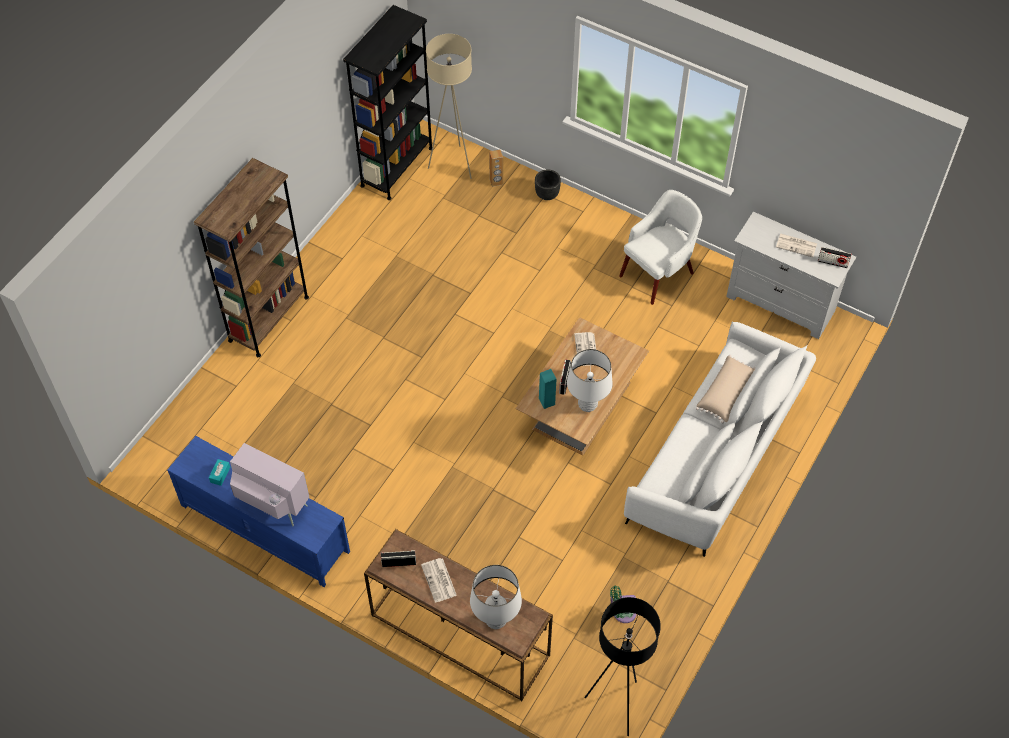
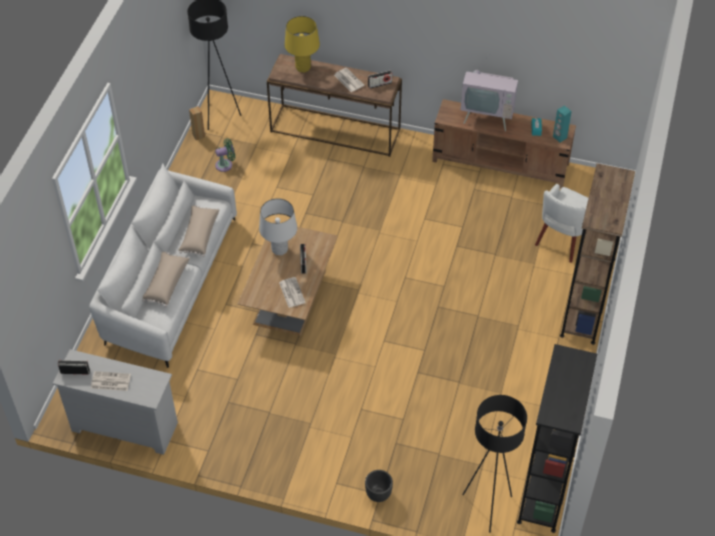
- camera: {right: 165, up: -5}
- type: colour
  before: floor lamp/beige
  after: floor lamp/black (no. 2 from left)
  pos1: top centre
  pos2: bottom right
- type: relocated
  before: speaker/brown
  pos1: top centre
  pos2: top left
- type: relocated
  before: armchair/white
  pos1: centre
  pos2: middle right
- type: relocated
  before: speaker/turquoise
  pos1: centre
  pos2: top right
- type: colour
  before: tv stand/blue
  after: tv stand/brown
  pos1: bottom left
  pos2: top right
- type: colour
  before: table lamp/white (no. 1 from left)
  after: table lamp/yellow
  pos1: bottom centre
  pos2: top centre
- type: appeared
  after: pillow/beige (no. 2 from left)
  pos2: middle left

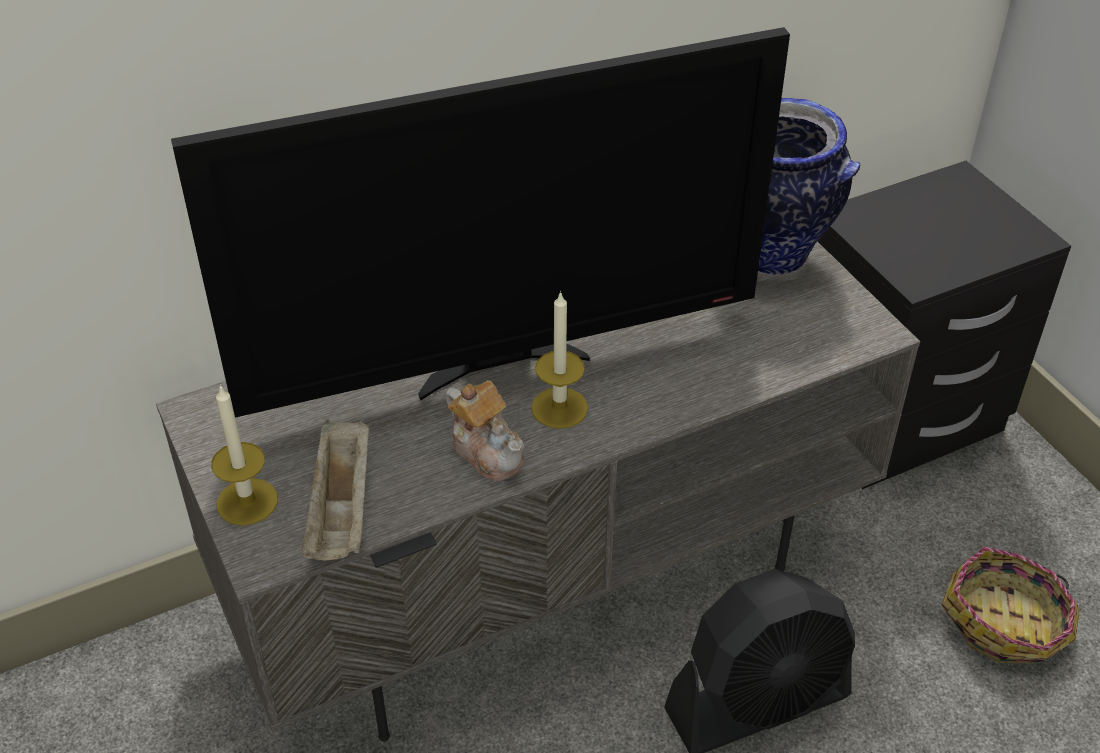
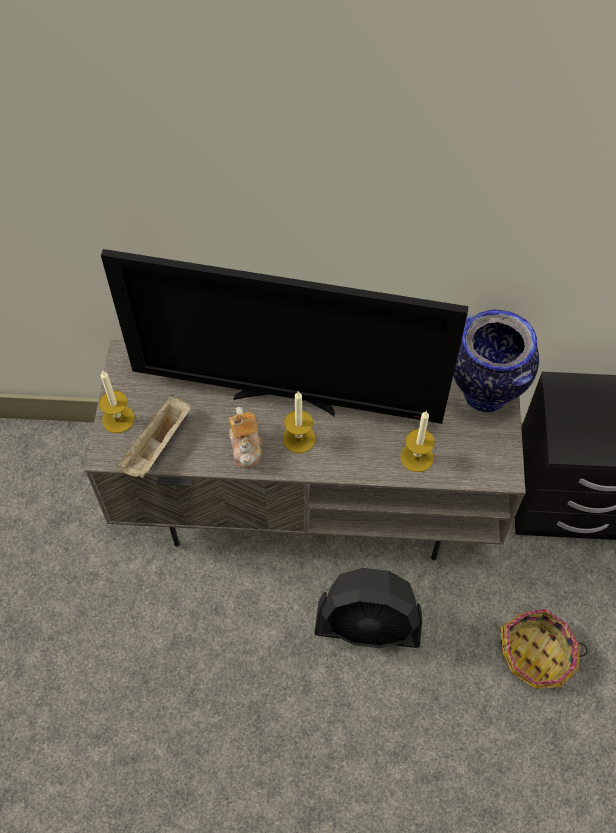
- camera: {right: 30, up: 15}
- type: appeared
  after: candle (no. 3 from left)
  pos2: middle right

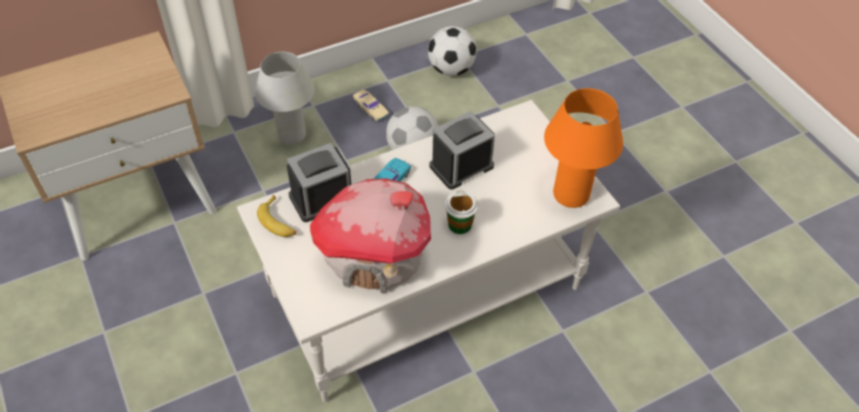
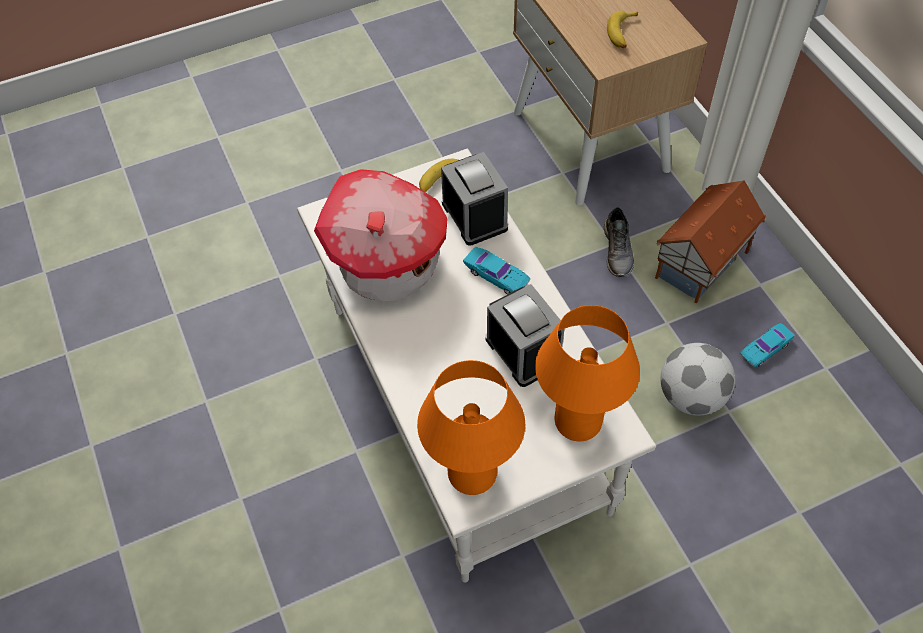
- camera: {right: 95, up: 5}
- type: missing
  before: football (no. 2 from left)
  pos1: top centre
- type: exchanged
  before: table lamp/white
  after: toy house (no. 2 from left)
  pos1: top left
  pos2: middle right
- type: colour
  before: toy car/beige
  after: toy car/turquoise (no. 2 from left)
  pos1: top centre
  pos2: middle right
- type: missing
  before: cup
  pos1: centre
- type: appeared
  after: banana (no. 2 from left)
  pos2: top right
- type: appeared
  after: shoe/grey
  pos2: middle right
- type: appeared
  after: table lamp/orange (no. 2 from left)
  pos2: centre

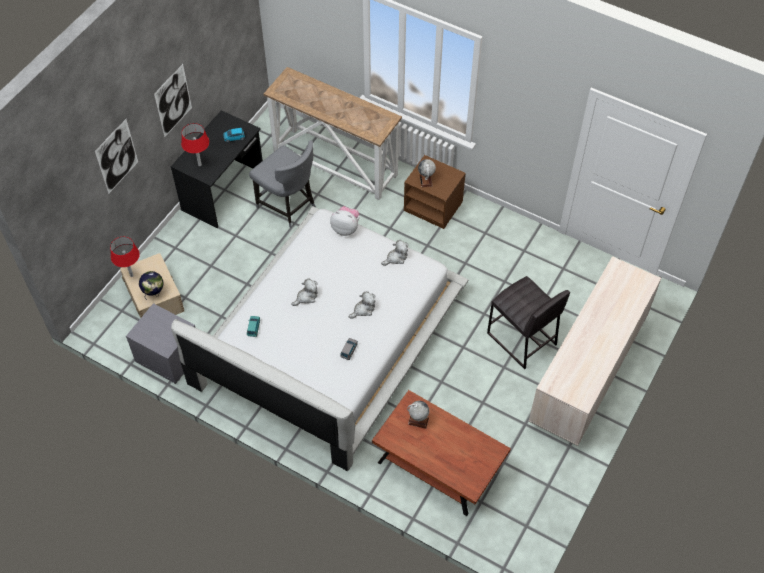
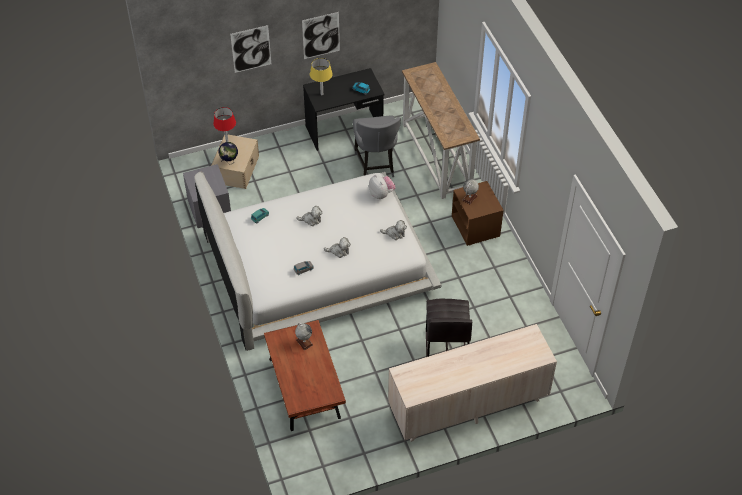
- camera: {right: 40, up: -5}
- type: colour
  before: table lamp/red (no. 2 from left)
  after: table lamp/yellow
  pos1: top left
  pos2: top centre

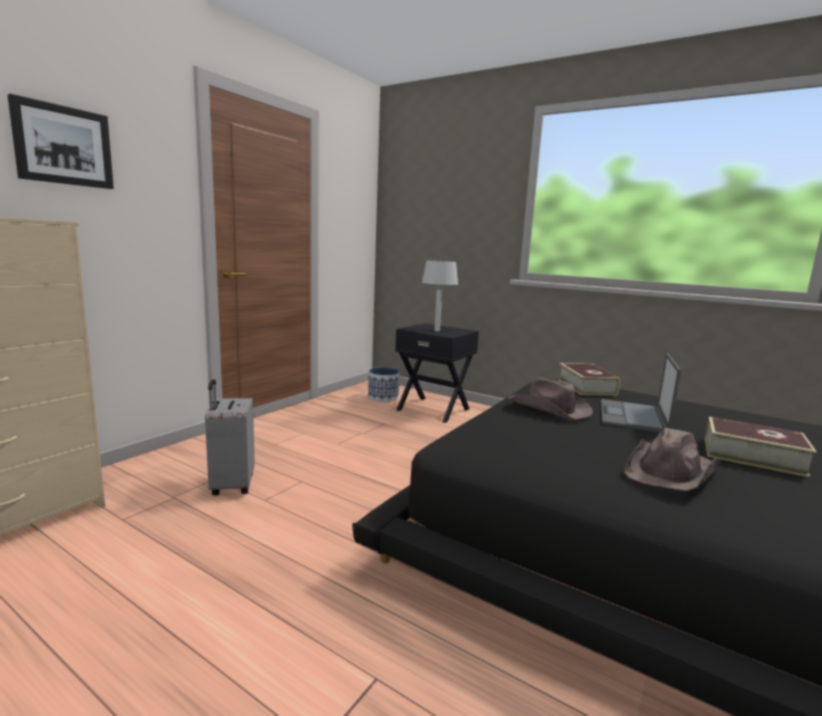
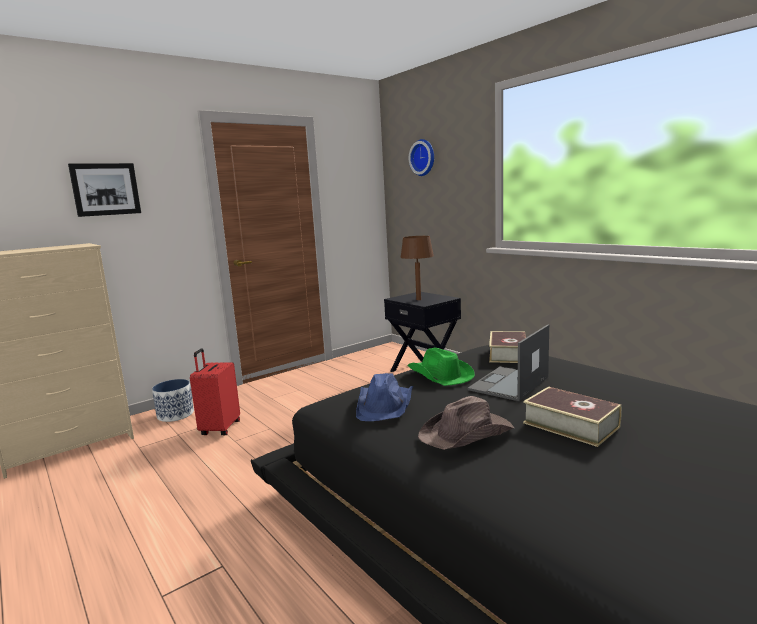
- camera: {right: 20, up: 0}
- type: colour
  before: table lamp/grey
  after: table lamp/brown
  pos1: centre
  pos2: centre
- type: relocated
  before: planter
  pos1: centre
  pos2: middle left
- type: colour
  before: hat/brown (no. 1 from left)
  after: hat/green
  pos1: middle right
  pos2: centre
- type: colour
  before: suitcase/grey
  after: suitcase/red
  pos1: middle left
  pos2: middle left
- type: appeared
  after: wall clock
  pos2: top centre
- type: appeared
  after: hat/blue
  pos2: centre

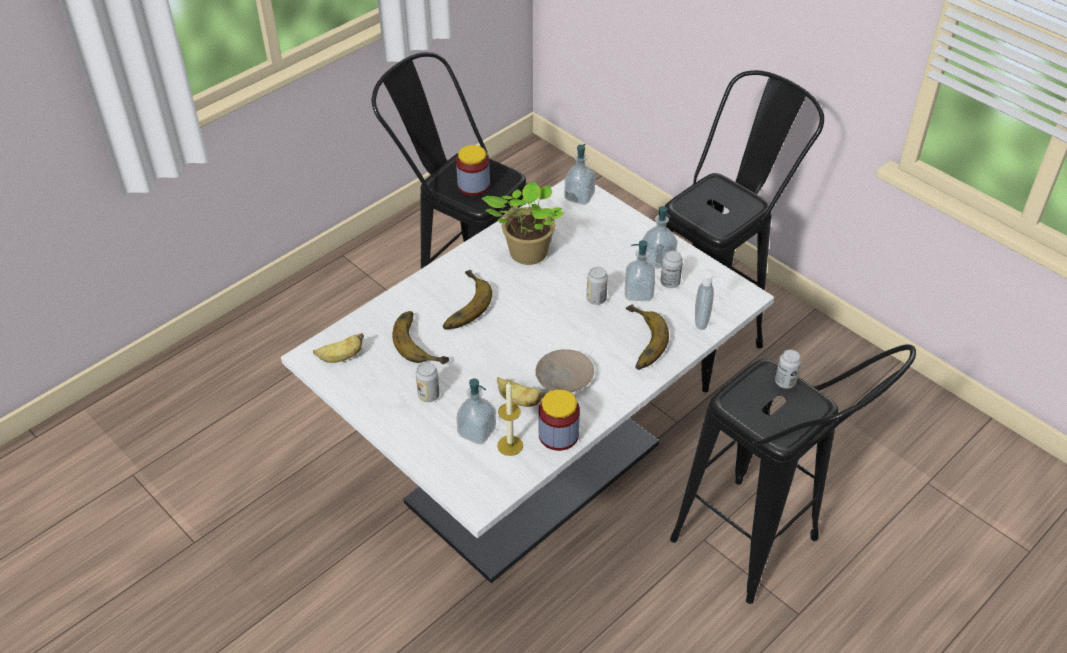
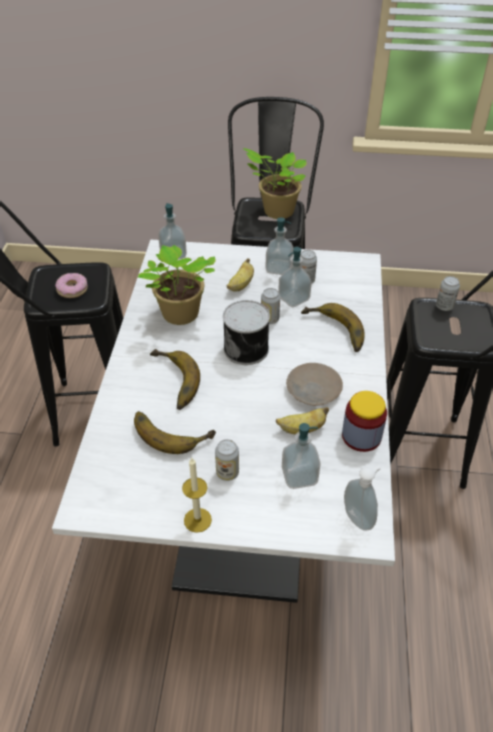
- camera: {right: -40, up: 0}
- type: exchanged
  before: jar (no. 1 from left)
  after: donut
  pos1: top centre
  pos2: middle left
- type: relocated
  before: soap dispenser (no. 5 from left)
  pos1: centre
  pos2: bottom right
- type: relocated
  before: banana (no. 1 from left in the first image)
  after: banana (no. 3 from left)
  pos1: middle left
  pos2: centre
- type: relocated
  before: candle
  pos1: centre
  pos2: bottom centre
- type: appeared
  after: potted plant (no. 2 from left)
  pos2: top centre
- type: appeared
  after: can (no. 2 from left)
  pos2: centre

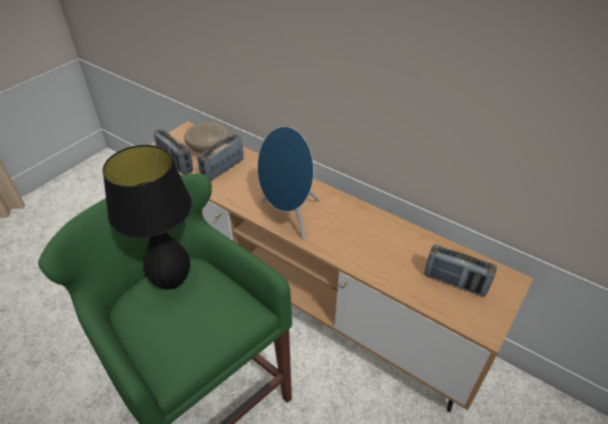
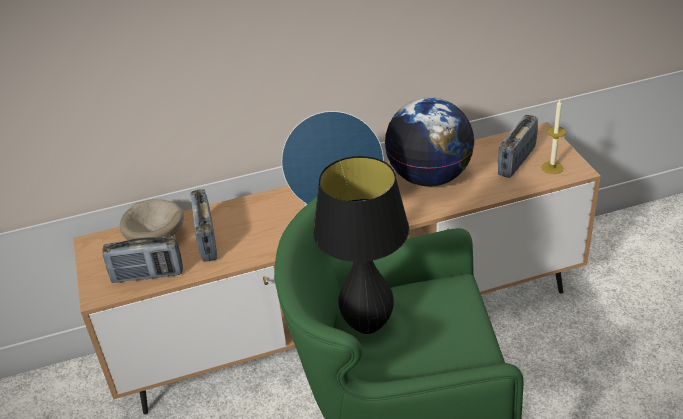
- camera: {right: -50, up: -5}
- type: spun
  before: radio (no. 3 from left)
  pos1: middle right
  pos2: middle right
  turn: 150
- type: appeared
  after: globe
  pos2: centre
- type: appeared
  after: candle
  pos2: top right

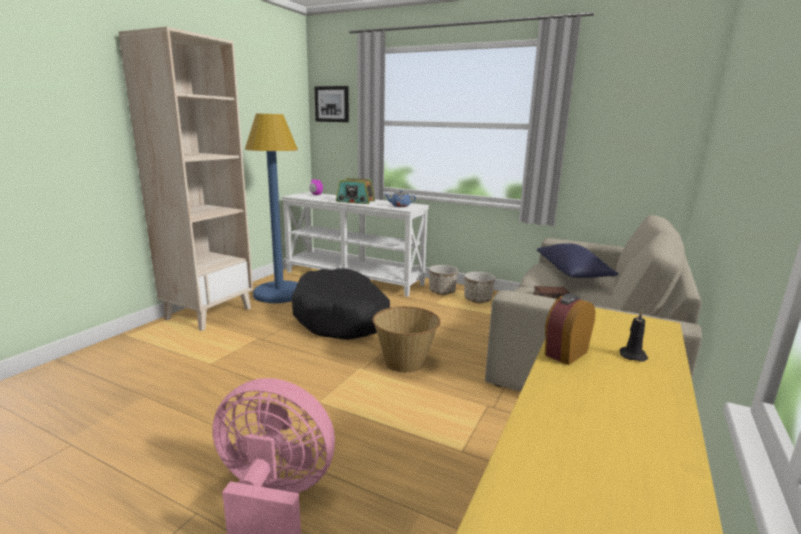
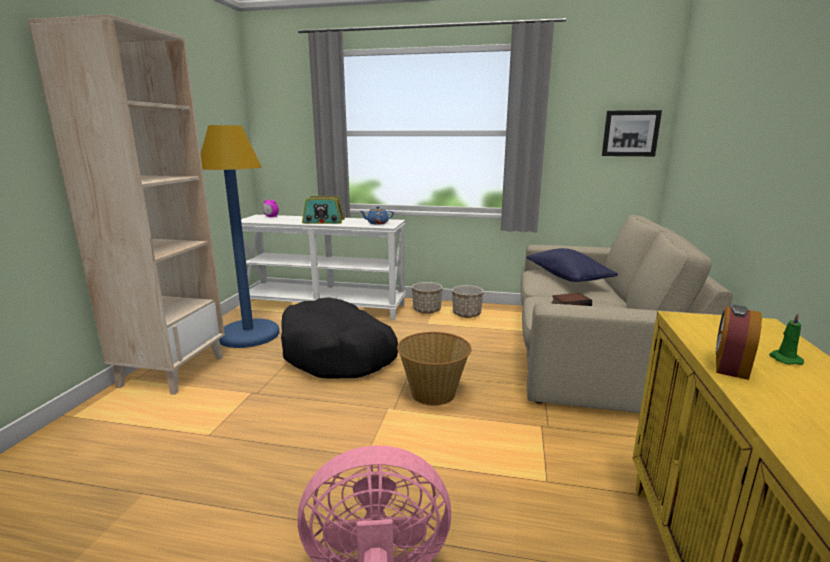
- camera: {right: -15, up: 0}
- type: relocated
  before: picture
  pos1: top centre
  pos2: top right
- type: colour
  before: candle/black
  after: candle/green
  pos1: middle right
  pos2: middle right

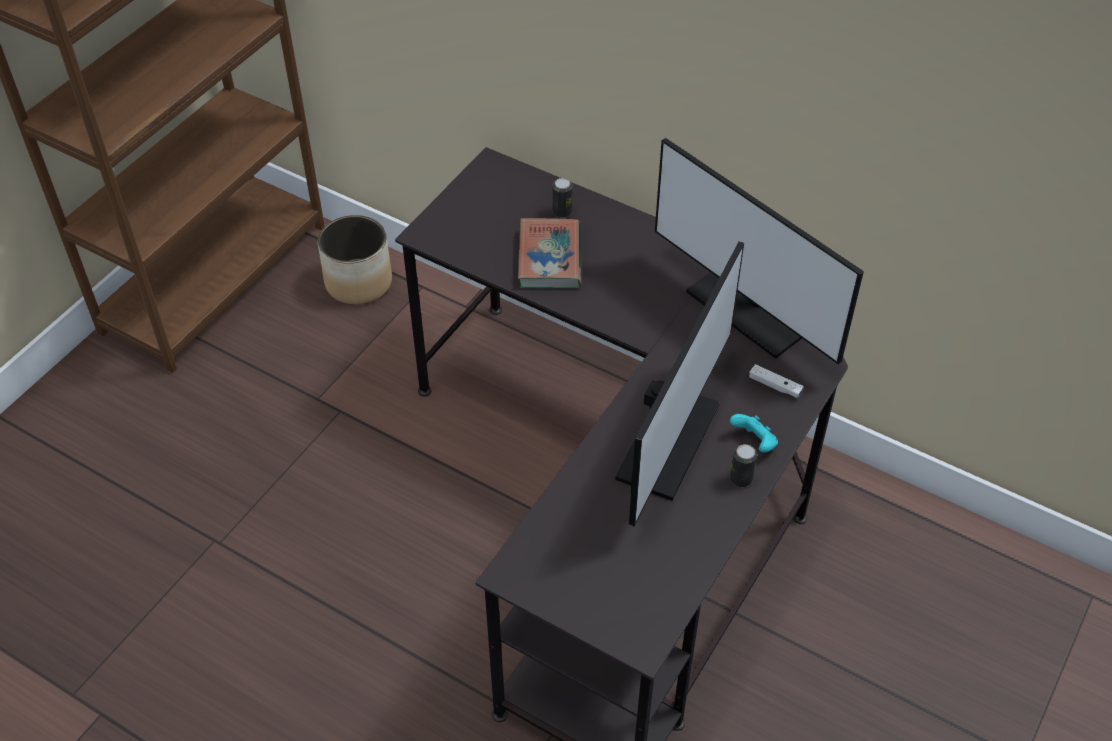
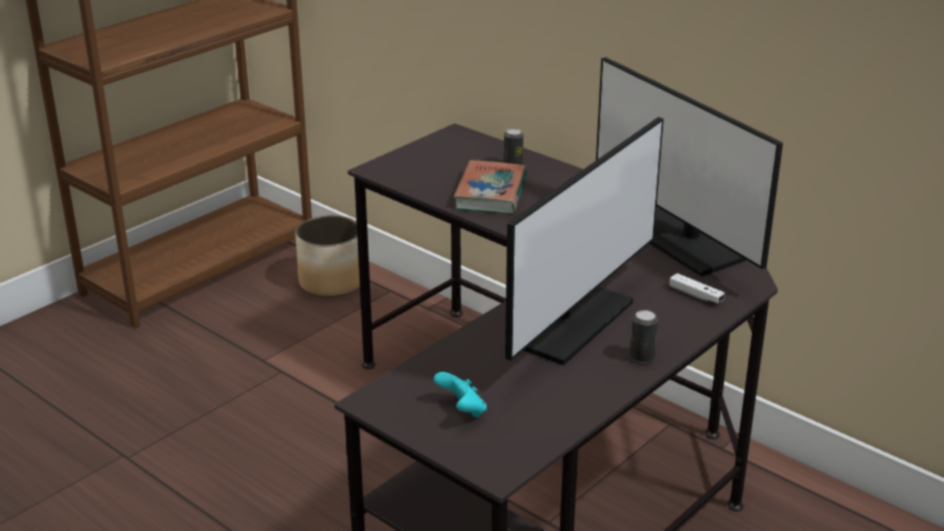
- camera: {right: 10, up: -20}
- type: relocated
  before: game controller/turquoise
  pos1: middle right
  pos2: bottom centre

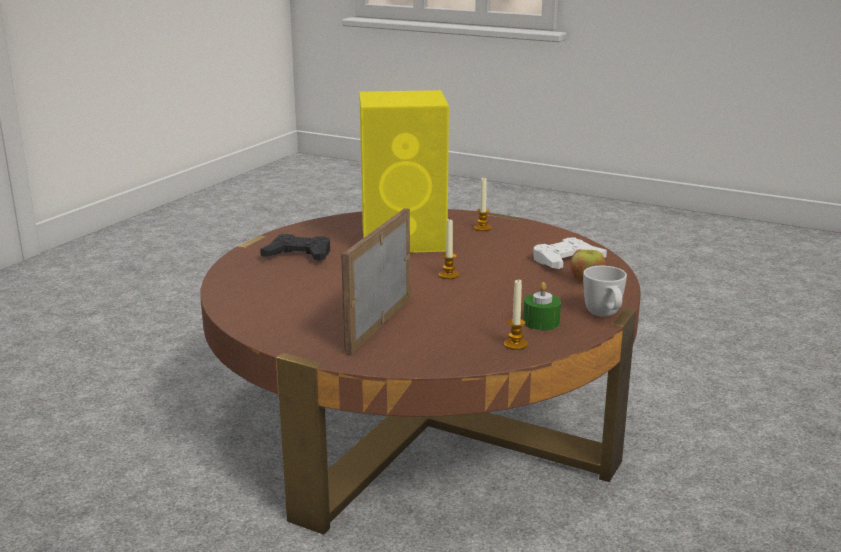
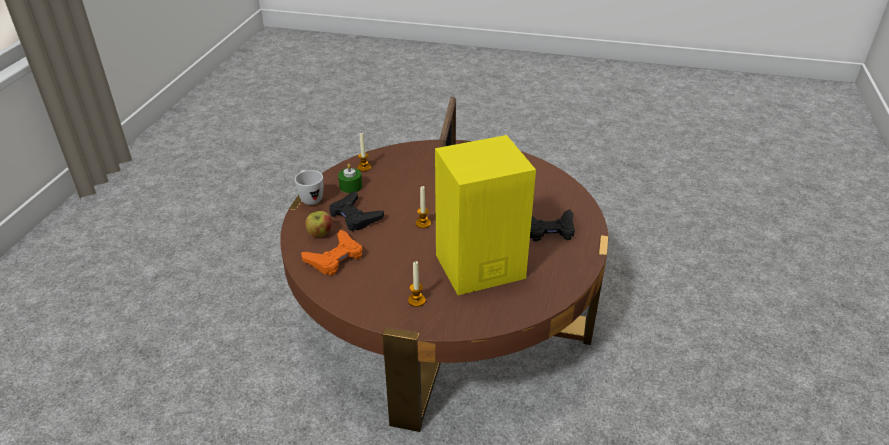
- camera: {right: 165, up: 15}
- type: colour
  before: game controller/white
  after: game controller/orange
  pos1: middle right
  pos2: centre
- type: appeared
  after: game controller/black (no. 1 from left)
  pos2: centre

